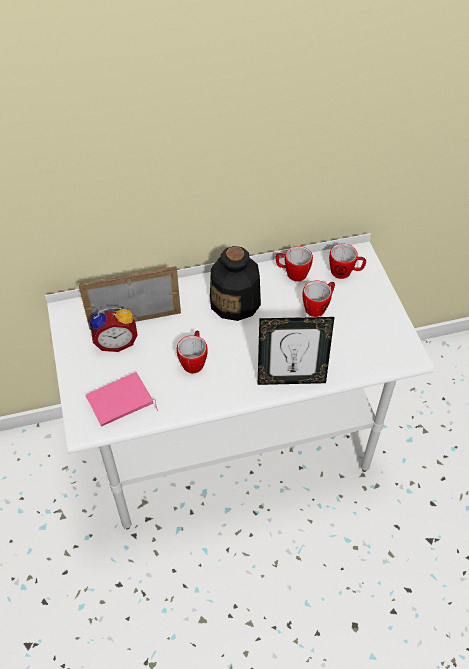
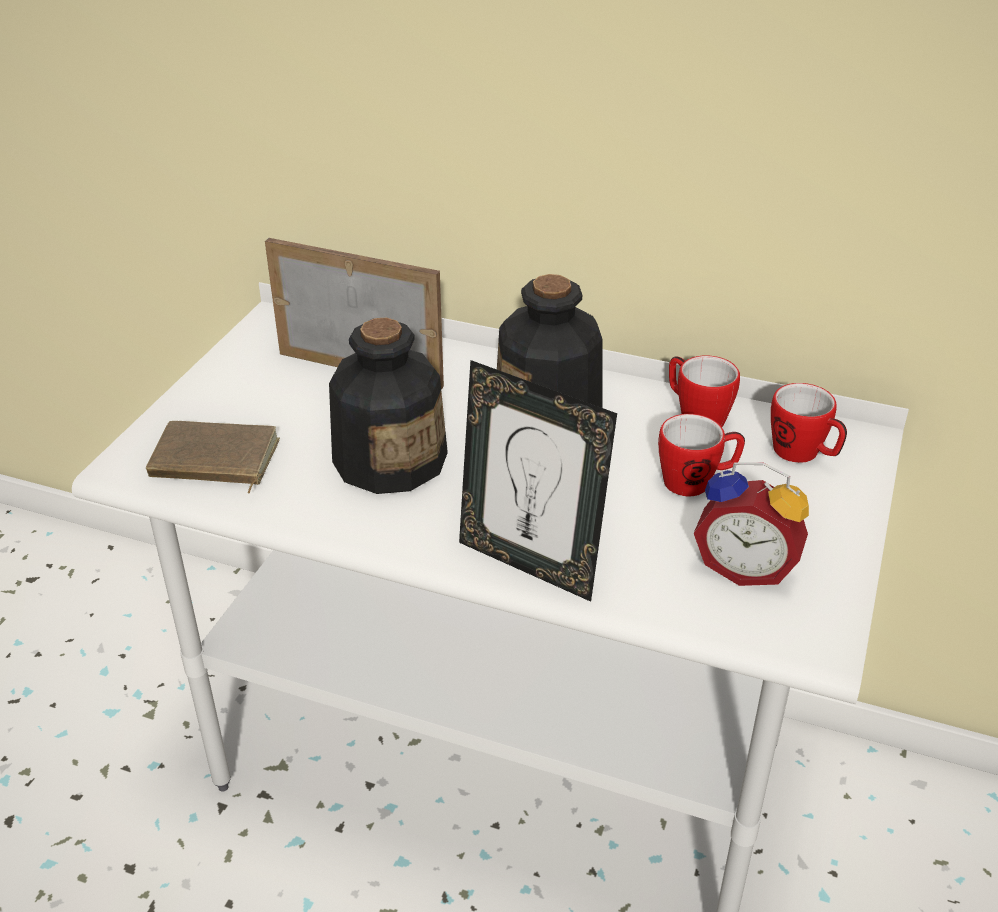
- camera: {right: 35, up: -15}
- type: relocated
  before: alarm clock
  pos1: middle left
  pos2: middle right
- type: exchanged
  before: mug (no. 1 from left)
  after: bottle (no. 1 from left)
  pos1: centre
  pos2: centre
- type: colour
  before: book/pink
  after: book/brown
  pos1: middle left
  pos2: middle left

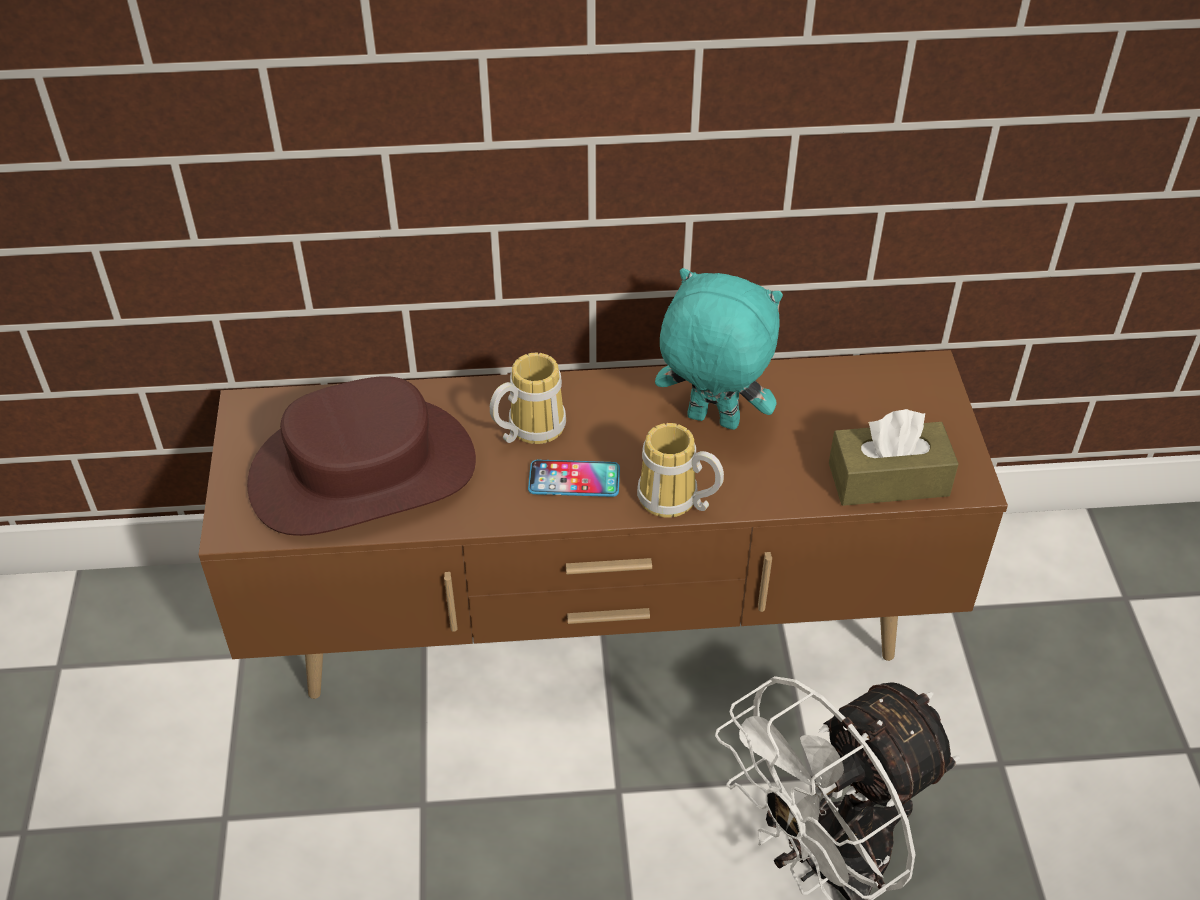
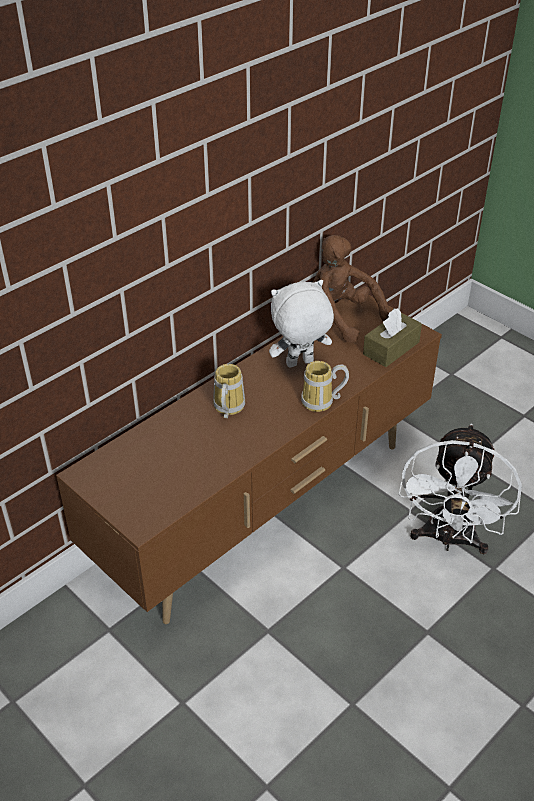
- camera: {right: -40, up: -5}
- type: colour
  before: plush toy/turquoise
  after: plush toy/white
  pos1: centre
  pos2: centre
- type: missing
  before: hat/brown
  pos1: middle left
- type: missing
  before: phone
  pos1: centre
- type: appeared
  after: plush toy/brown
  pos2: centre

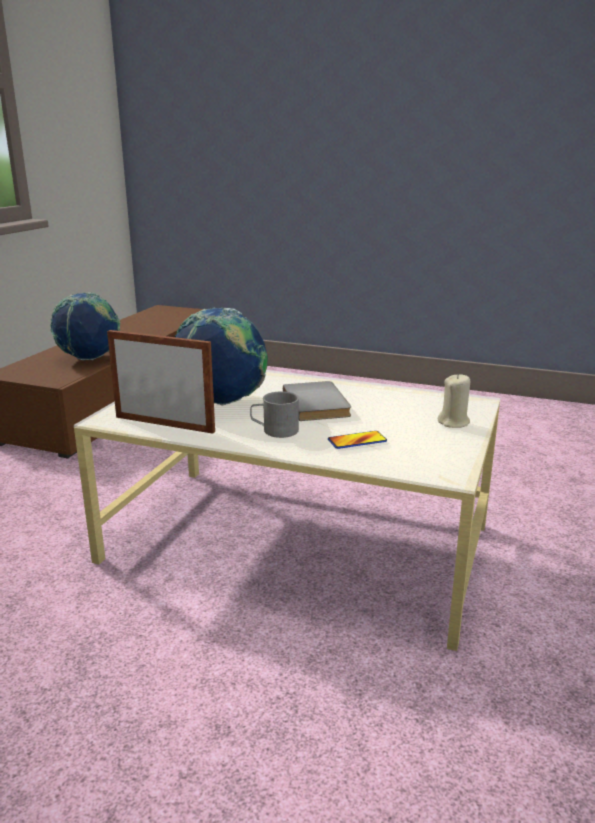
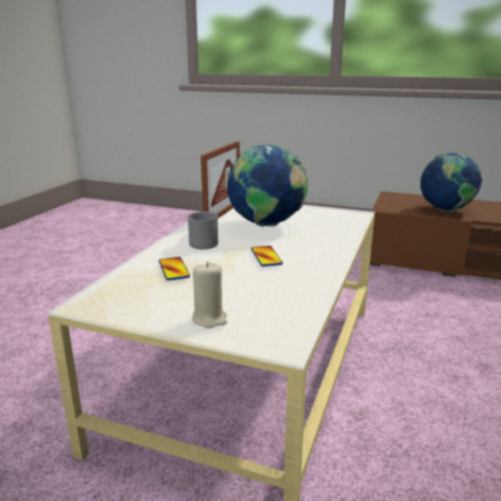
- camera: {right: 90, up: 0}
- type: exchanged
  before: book/grey
  after: phone (no. 2 from left)
  pos1: centre
  pos2: centre

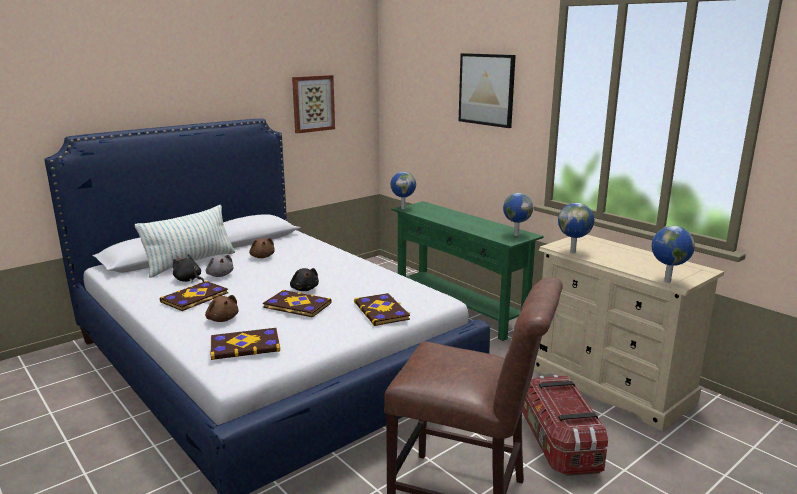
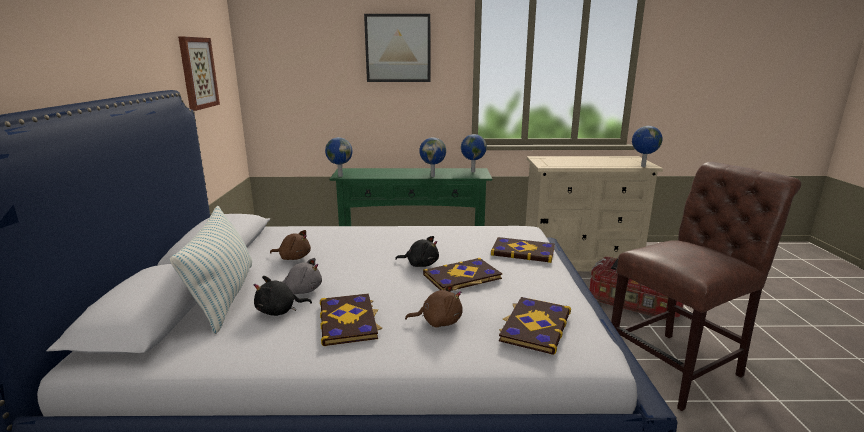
- camera: {right: -50, up: 0}
- type: relocated
  before: globe (no. 3 from left in the first image)
  after: globe (no. 2 from left)
  pos1: middle right
  pos2: centre

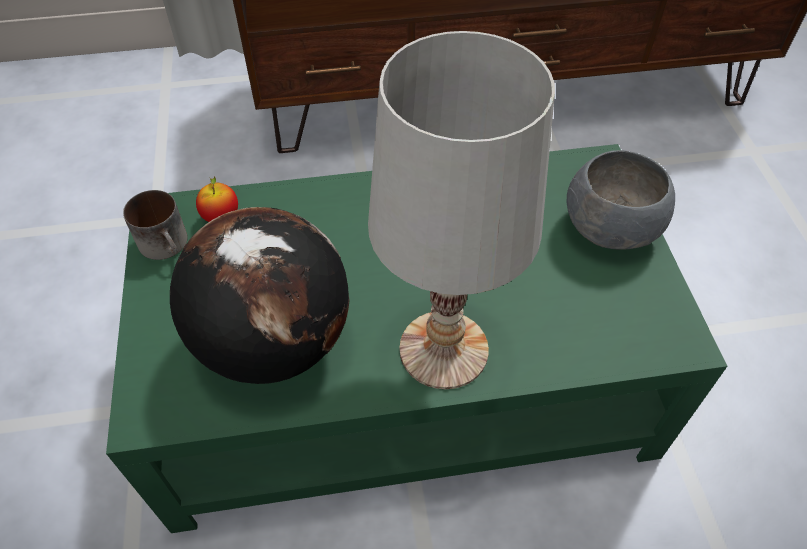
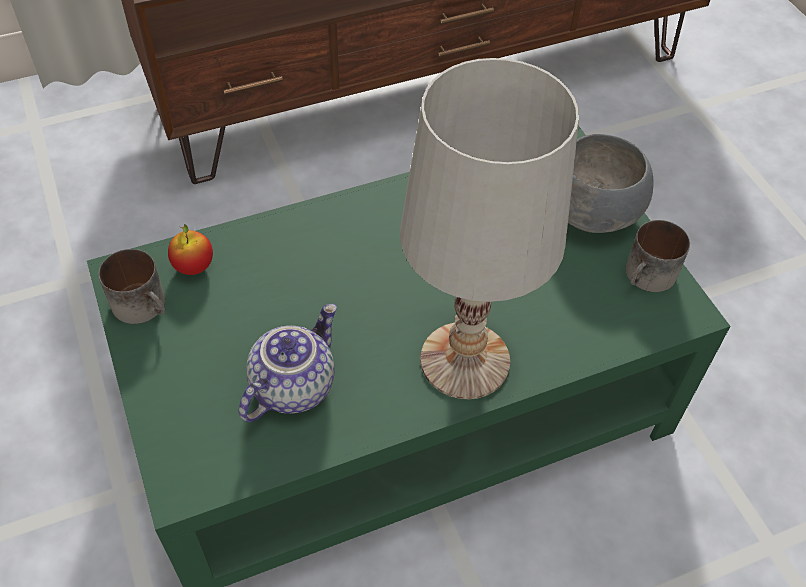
- camera: {right: -15, up: 0}
- type: exchanged
  before: globe
  after: teapot
  pos1: middle left
  pos2: centre
- type: appeared
  after: mug (no. 2 from left)
  pos2: middle right

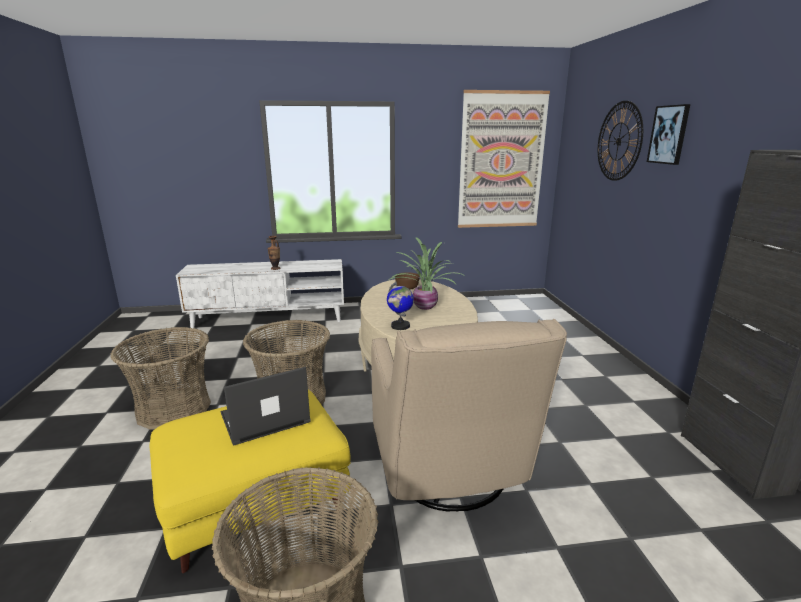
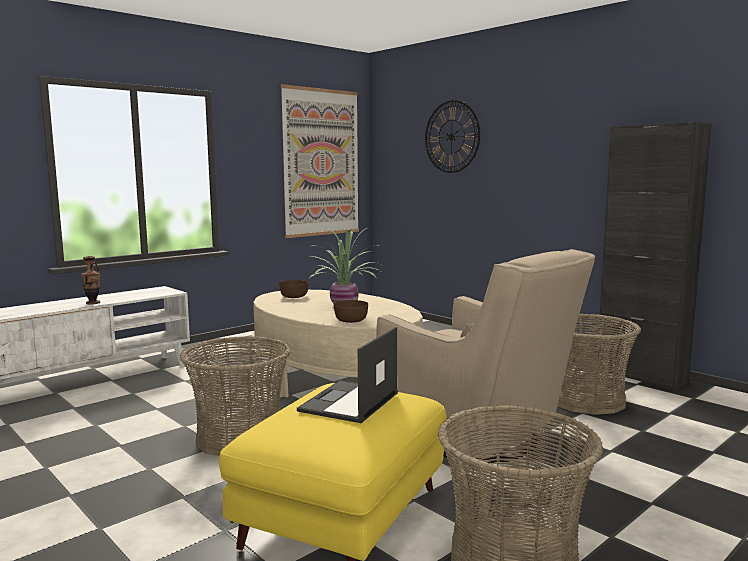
- camera: {right: -35, up: -10}
- type: missing
  before: picture (no. 2 from left)
  pos1: top right
- type: exchanged
  before: globe
  after: bowl/brown (no. 2 from left)
  pos1: centre
  pos2: centre
- type: relocated
  before: basket (no. 1 from left in the first image)
  after: basket (no. 3 from left)
  pos1: middle left
  pos2: middle right

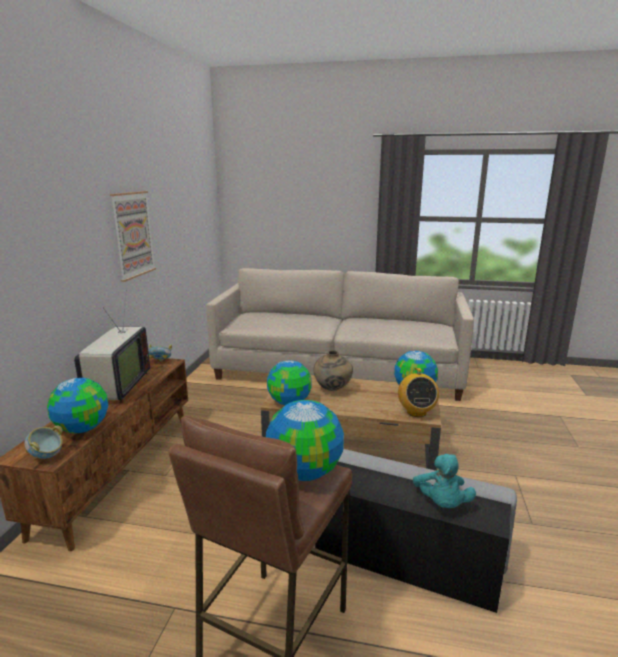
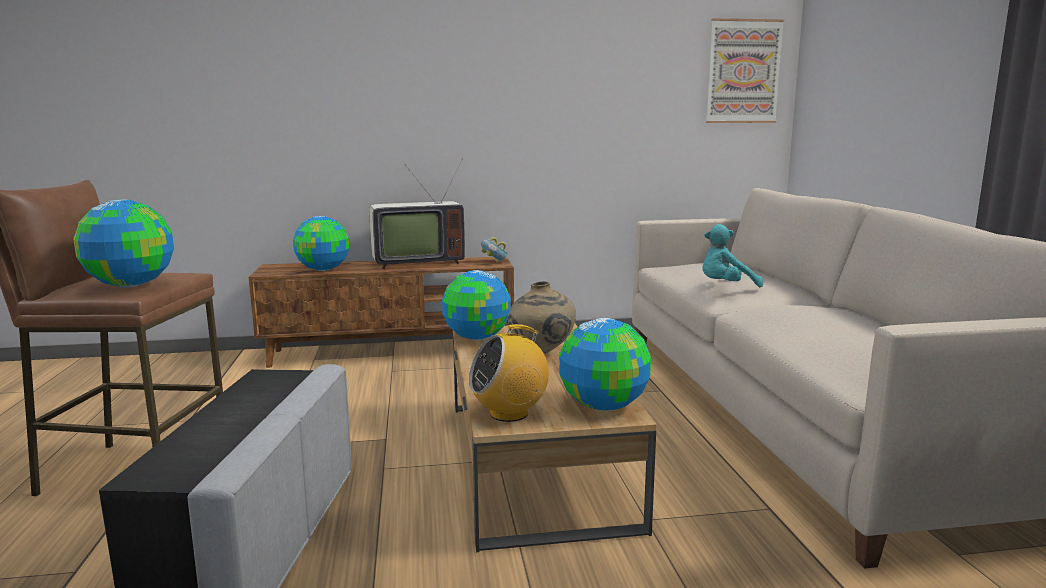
- camera: {right: 70, up: -5}
- type: relocated
  before: picture
  pos1: middle left
  pos2: top right
- type: missing
  before: bowl (no. 1 from left)
  pos1: bottom left
- type: relocated
  before: plush toy/turquoise
  pos1: bottom right
  pos2: middle right

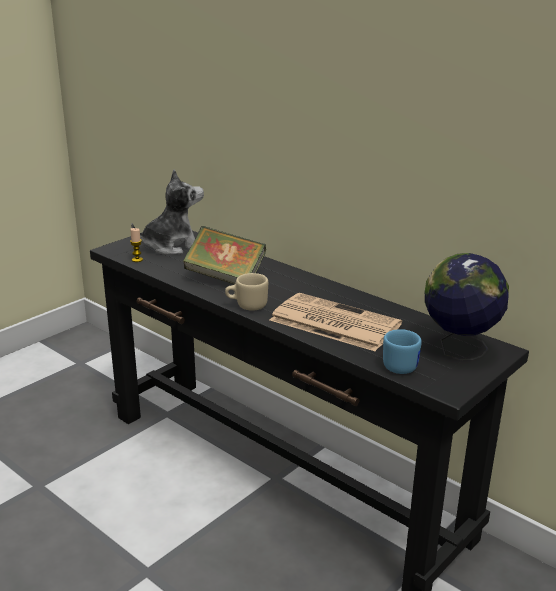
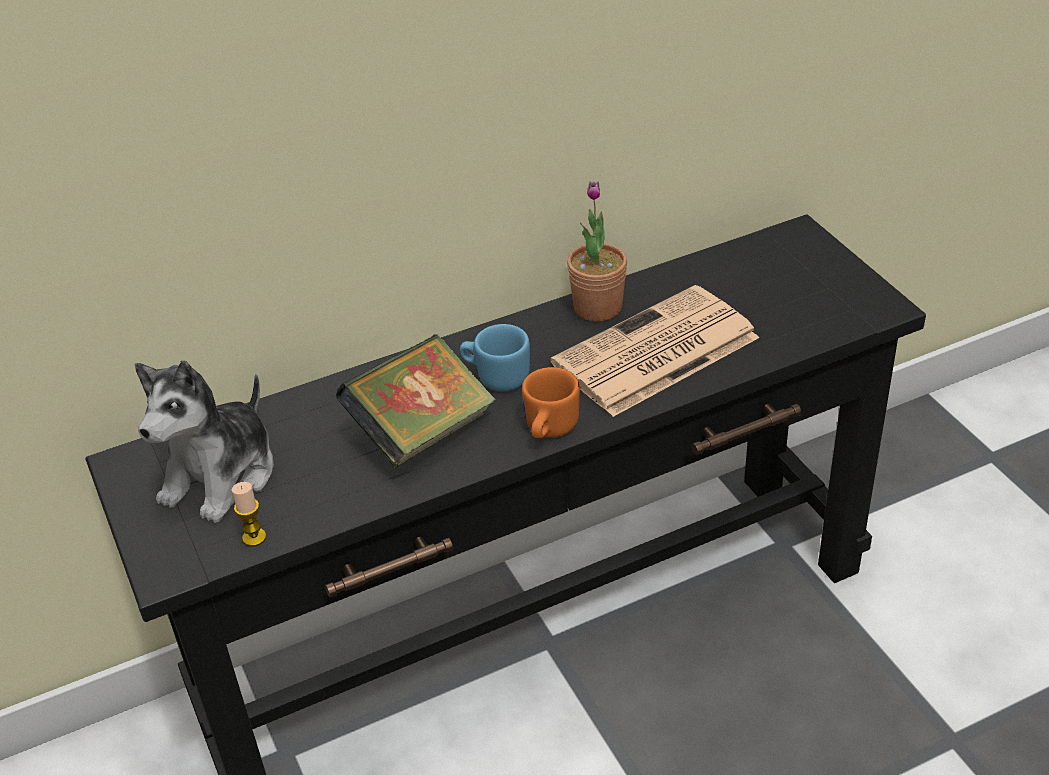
- camera: {right: -65, up: 15}
- type: spun
  before: plush toy
  pos1: middle left
  pos2: middle left
  turn: -150
- type: missing
  before: globe
  pos1: middle right
- type: colour
  before: mug/beige
  after: mug/orange
  pos1: centre
  pos2: centre
- type: relocated
  before: mug/blue
  pos1: middle right
  pos2: centre
- type: appeared
  after: potted plant
  pos2: top centre

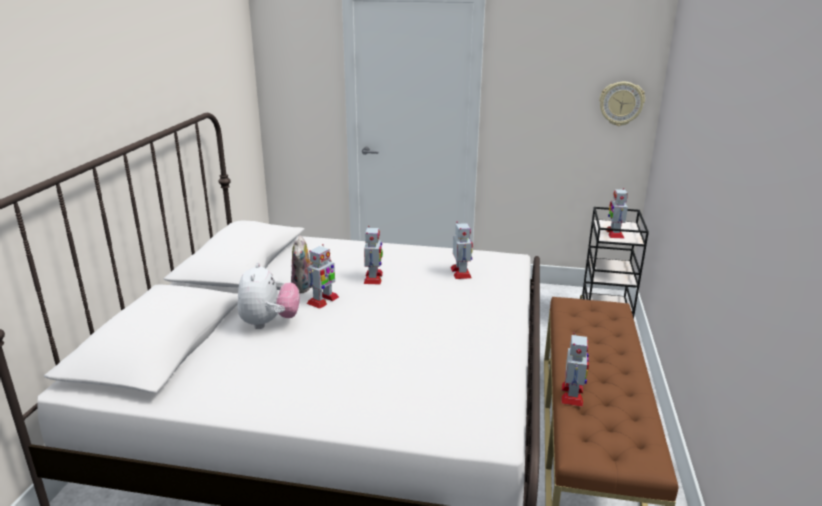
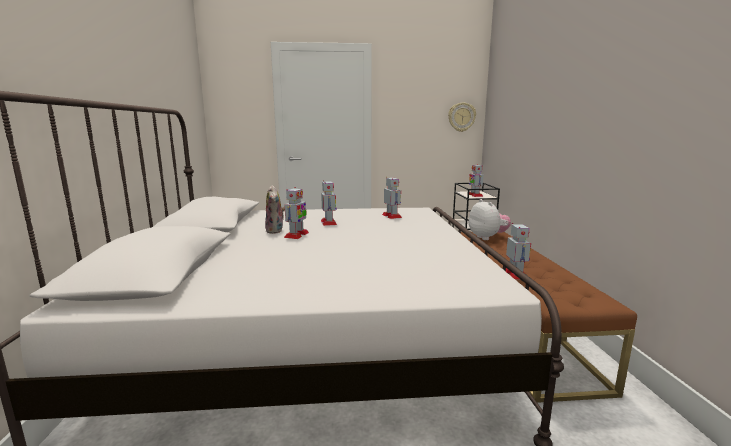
- camera: {right: -15, up: -10}
- type: relocated
  before: plush toy (no. 1 from left in the first image)
  after: plush toy (no. 2 from left)
  pos1: middle left
  pos2: middle right

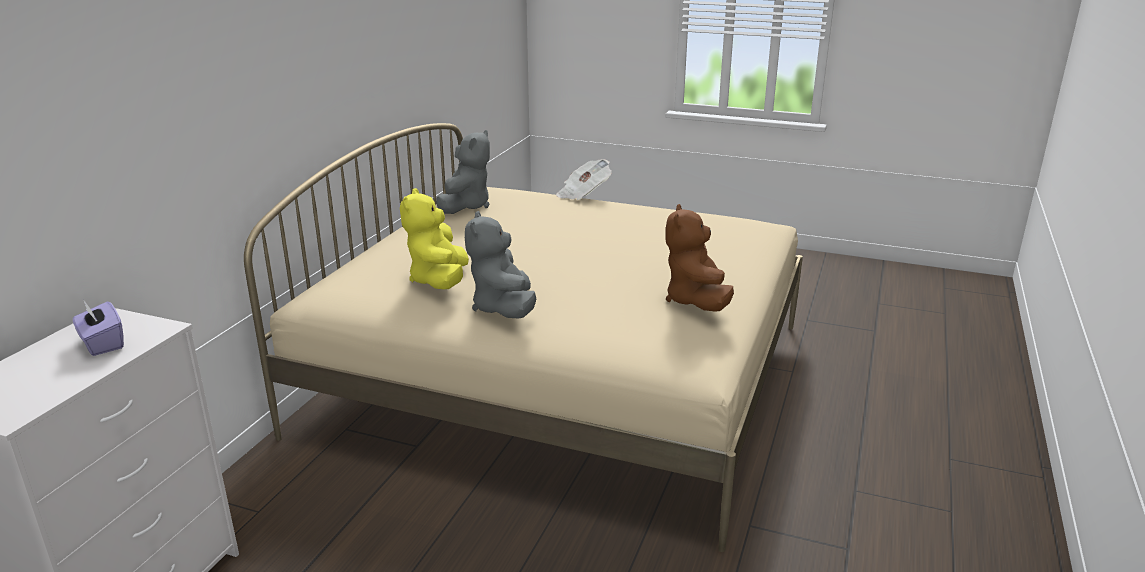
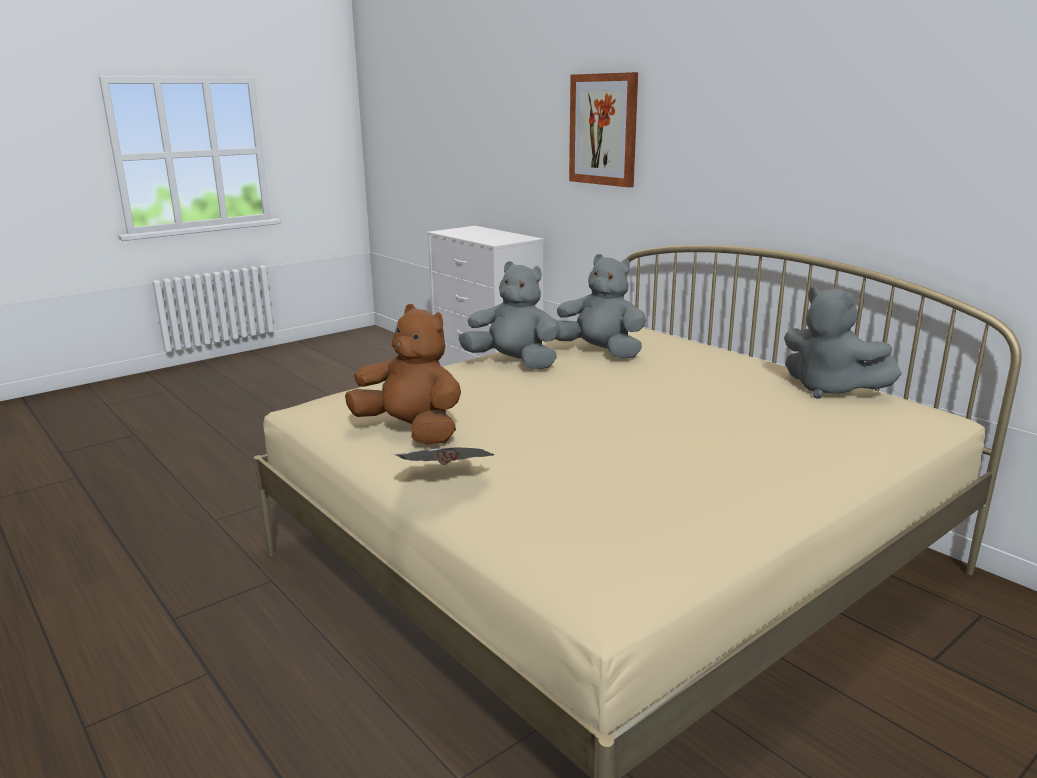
- camera: {right: 120, up: -5}
- type: relocated
  before: newspaper
  pos1: top centre
  pos2: centre
- type: colour
  before: plush toy/yellow
  after: plush toy/grey (no. 2 from left)
  pos1: centre
  pos2: centre
- type: missing
  before: tissue box/purple
  pos1: middle left
- type: appeared
  after: picture
  pos2: top centre

